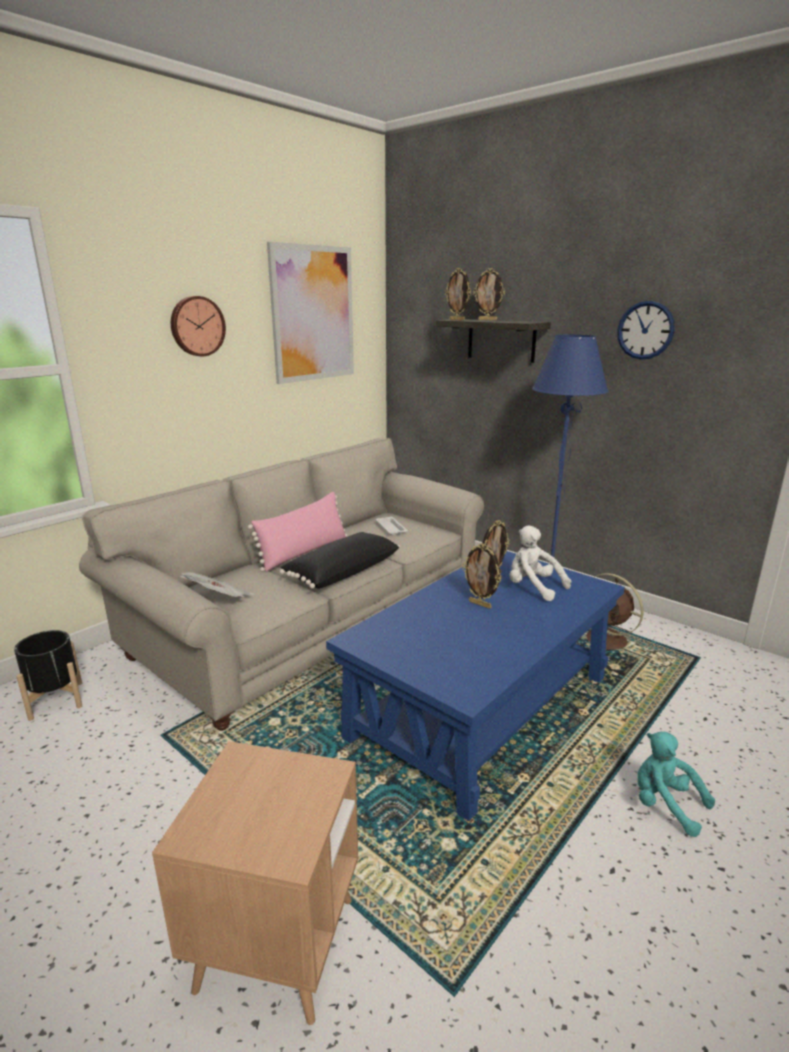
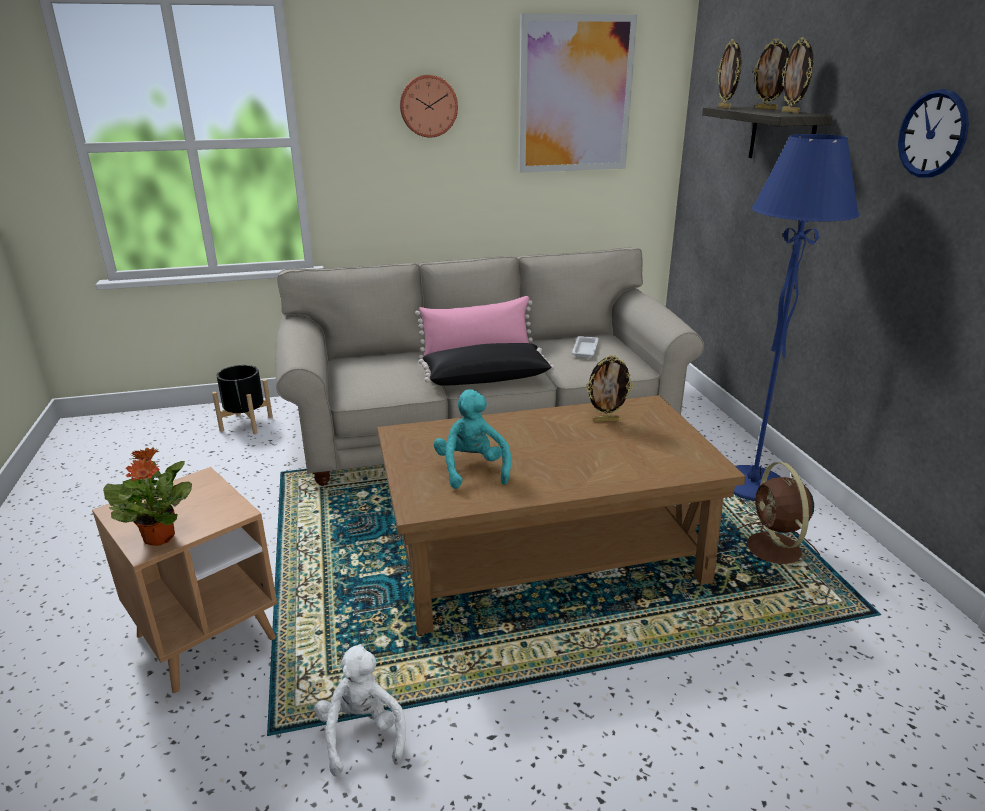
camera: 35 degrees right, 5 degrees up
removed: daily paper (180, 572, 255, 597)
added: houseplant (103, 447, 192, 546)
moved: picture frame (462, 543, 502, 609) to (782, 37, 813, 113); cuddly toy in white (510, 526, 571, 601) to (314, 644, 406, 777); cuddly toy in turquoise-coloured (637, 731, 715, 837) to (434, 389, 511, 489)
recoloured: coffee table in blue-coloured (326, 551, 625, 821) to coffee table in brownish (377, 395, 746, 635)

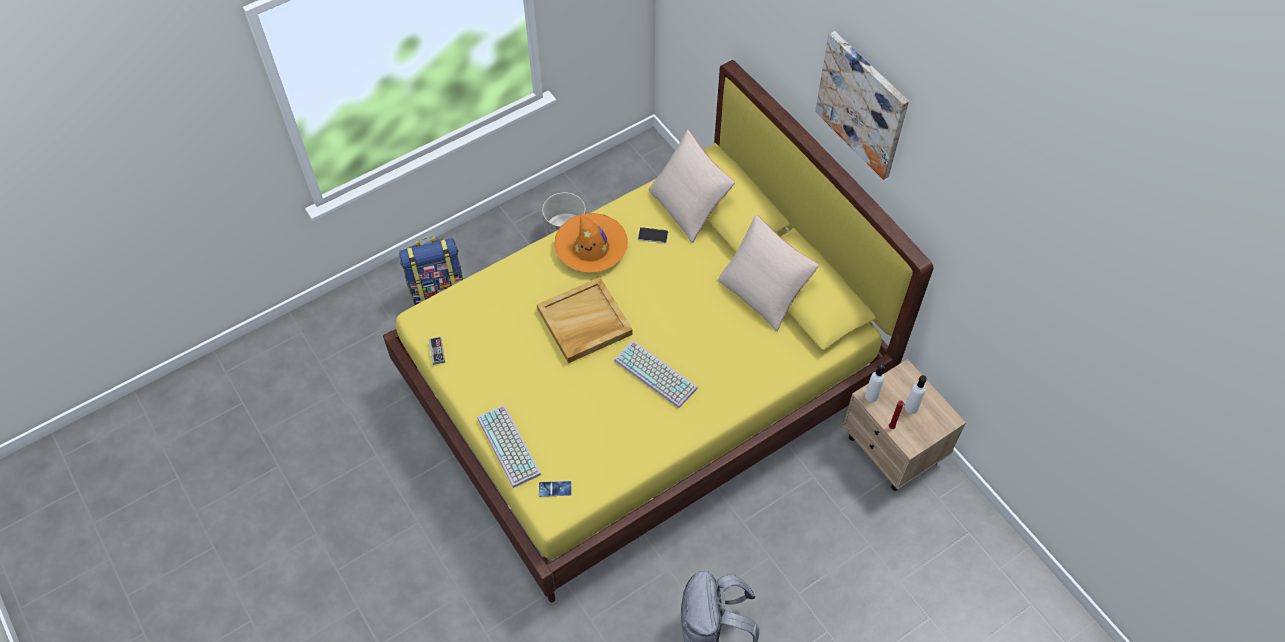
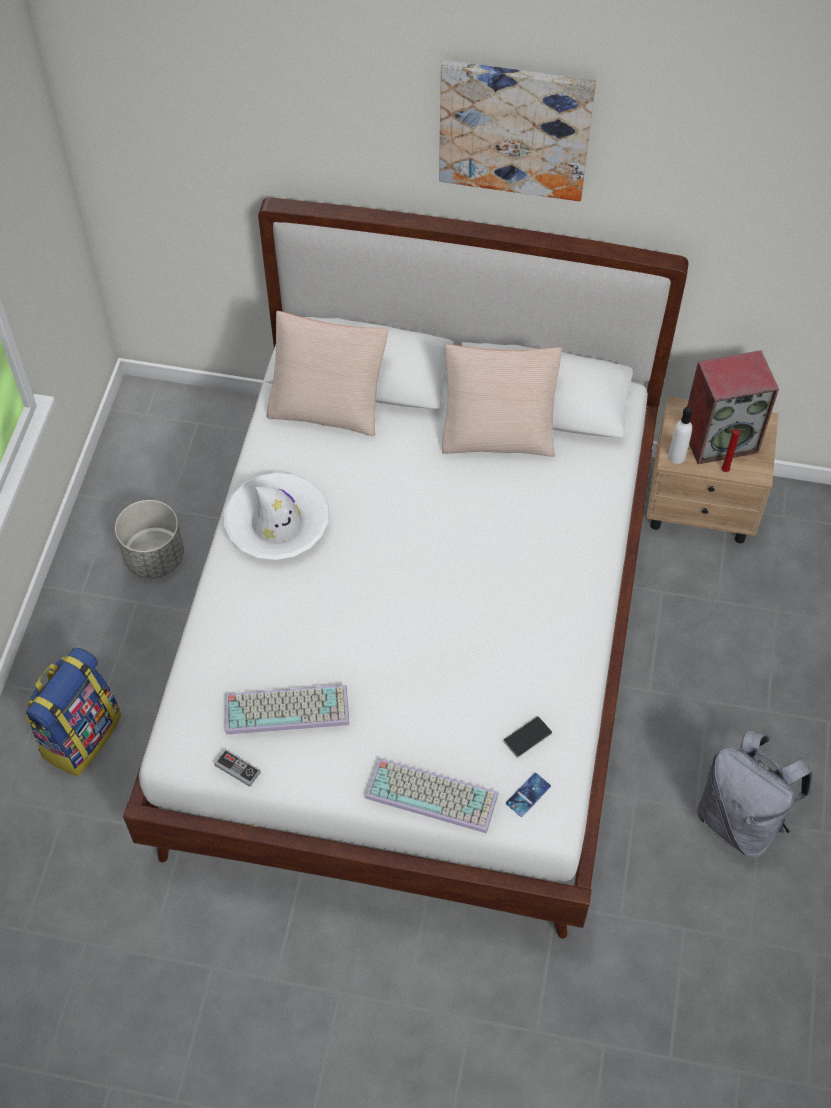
camera: 45 degrees left, 0 degrees up
removed: tray in beige-coloured (537, 277, 633, 363)
moved: PC keyboard (614, 341, 698, 408) to (225, 685, 349, 735); telephone (638, 227, 668, 243) to (503, 716, 552, 758)
replaced: drink bottle in white (905, 375, 927, 414) to audio speaker (687, 350, 779, 464)
recoloured: bedroom bed in yellow-coloured (383, 60, 934, 602) to bedroom bed in white (123, 197, 689, 939); wearable hat in orangey (554, 213, 628, 272) to wearable hat in white (224, 472, 329, 560)

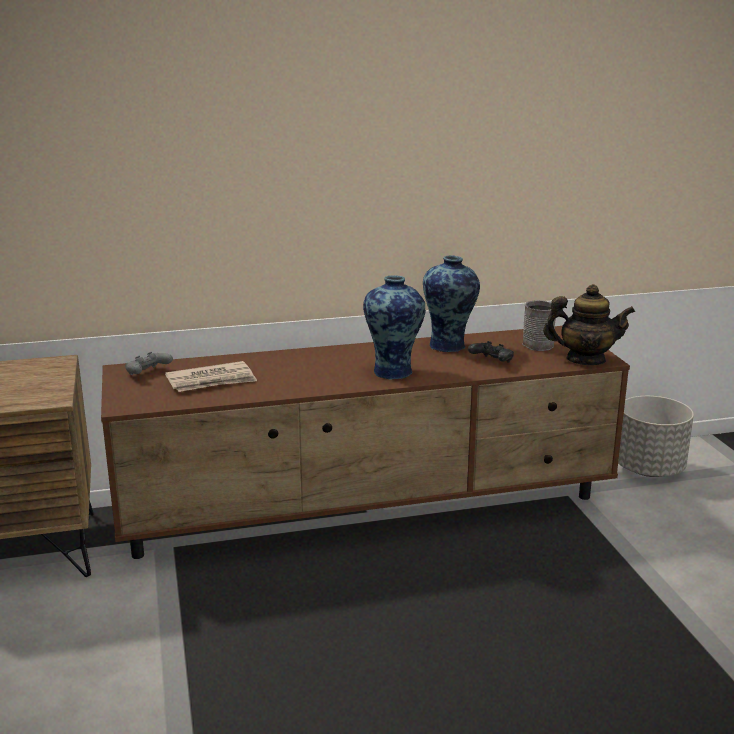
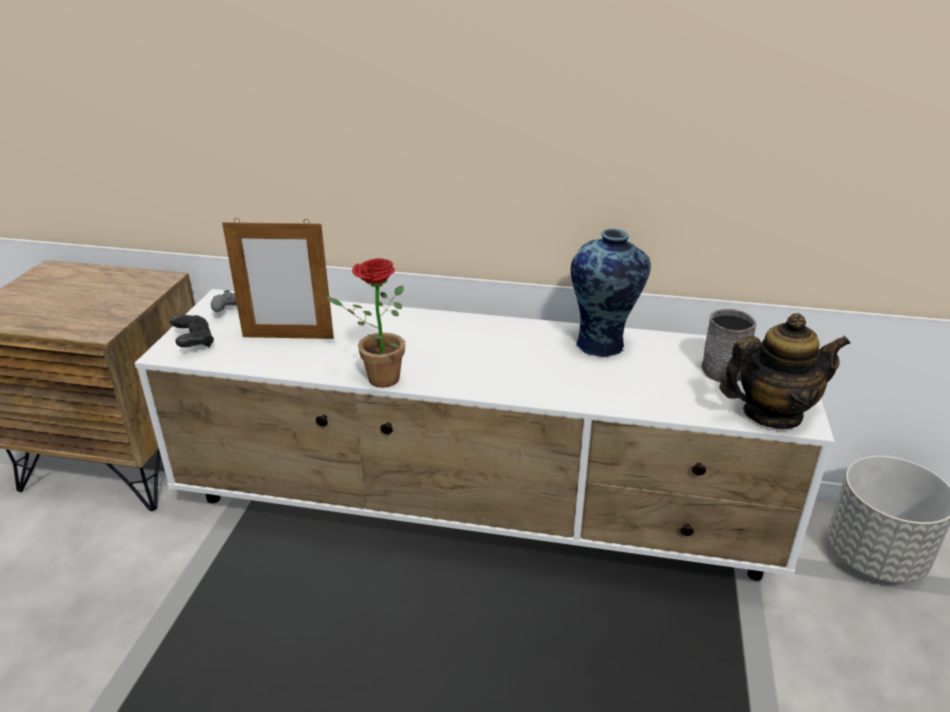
camera: 25 degrees right, 10 degrees up
removed: flower vase (363, 275, 426, 380)
added: houseplant (326, 258, 405, 388)
moved: gamepad in black-coloured (468, 341, 514, 363) to (170, 315, 214, 348)
replaced: daily paper (165, 361, 257, 392) to picture frame (222, 218, 334, 339)
recoloured: tv stand in brownish (101, 326, 630, 559) to tv stand in white (135, 289, 835, 581)
turned: teapot (543, 284, 635, 365) = (719, 313, 851, 429) 45 degrees counterclockwise

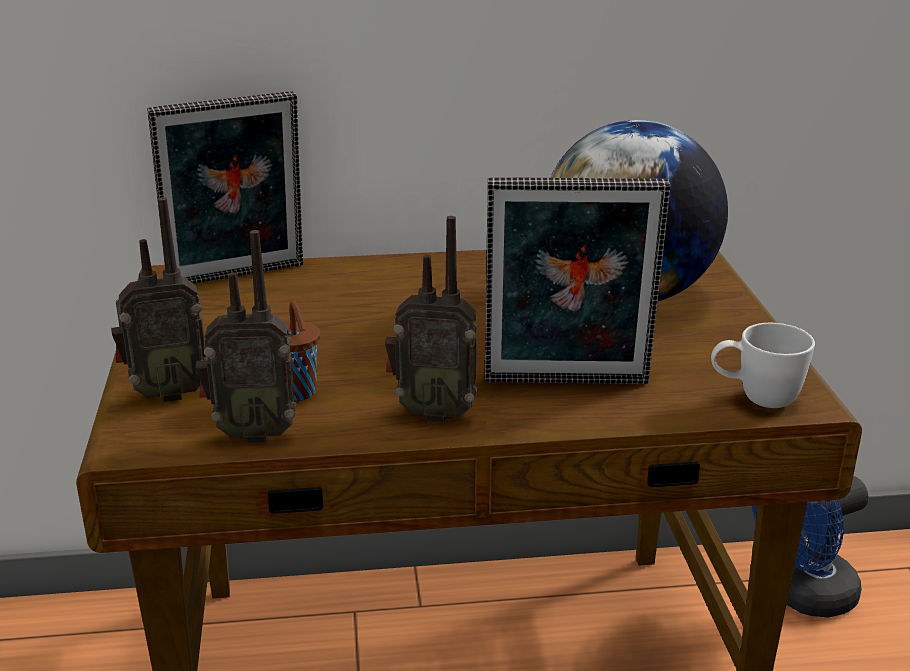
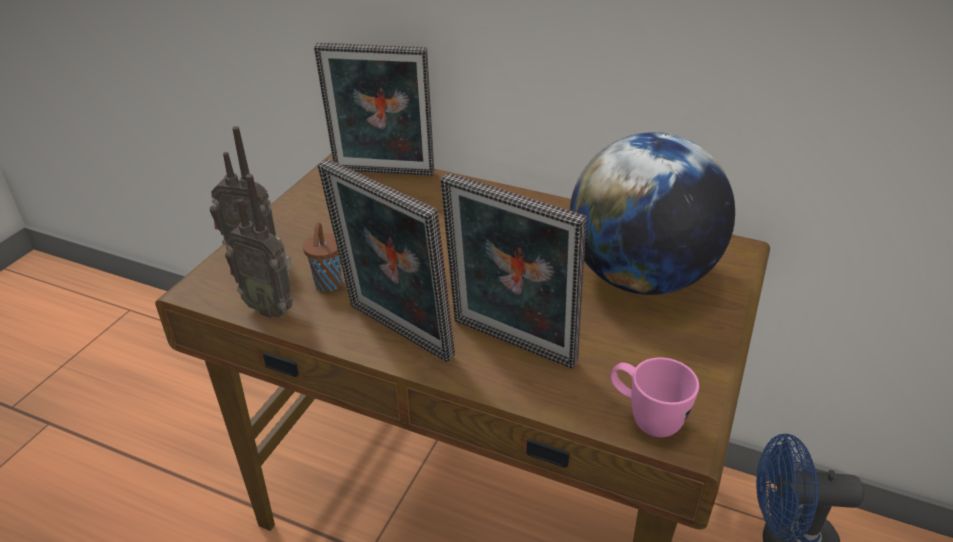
camera: 30 degrees right, 10 degrees up
replaced: radio receiver (385, 216, 478, 423) to picture frame (318, 159, 455, 362)
recoloured: mug in white (711, 323, 815, 408) to mug in pink (610, 357, 699, 437)

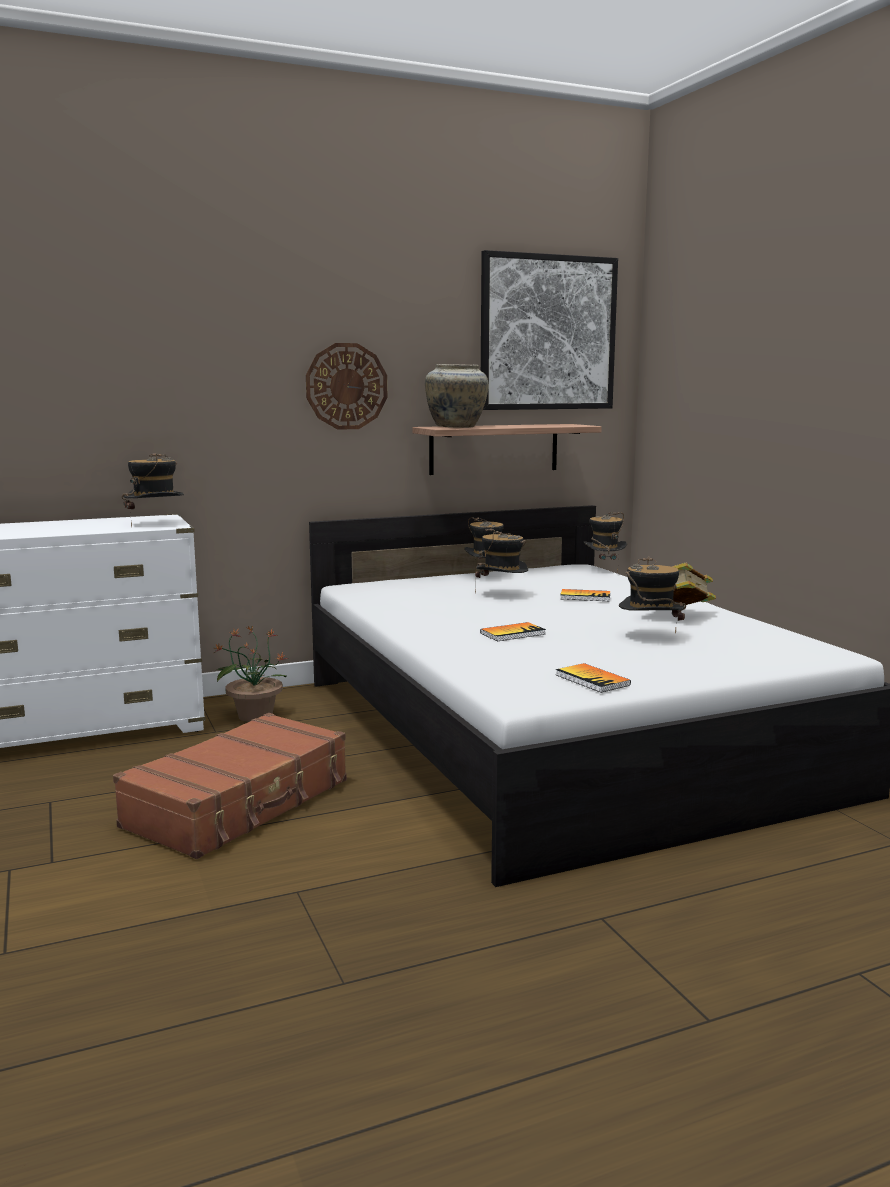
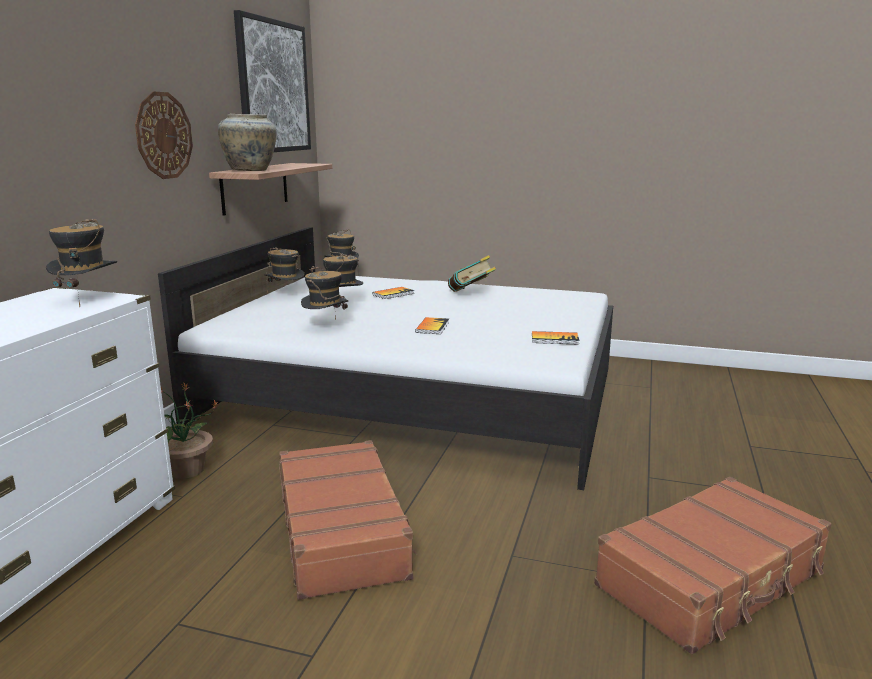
camera: 50 degrees left, 5 degrees up
added: suitcase in brownish (594, 477, 831, 654)
moved: wearable hat (619, 556, 686, 634) to (301, 266, 348, 319)

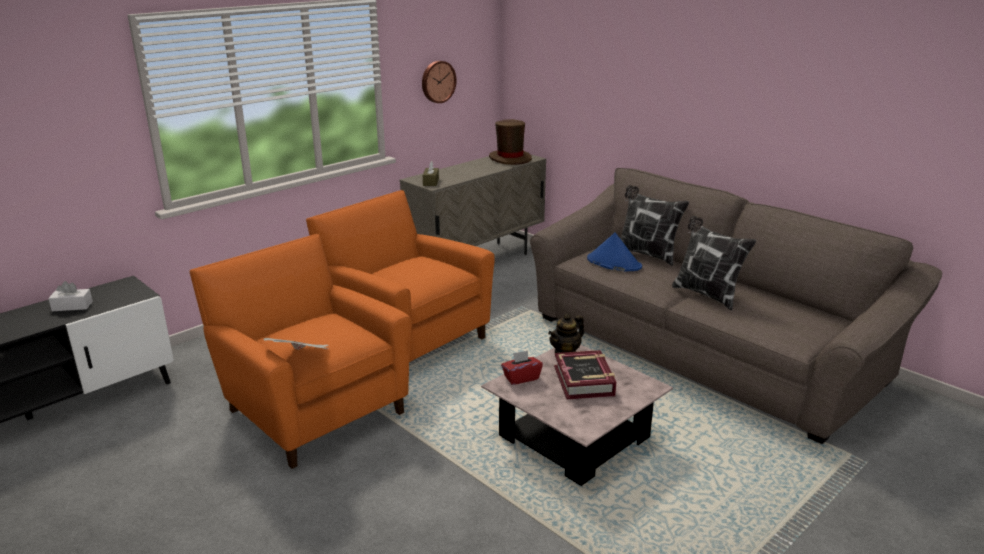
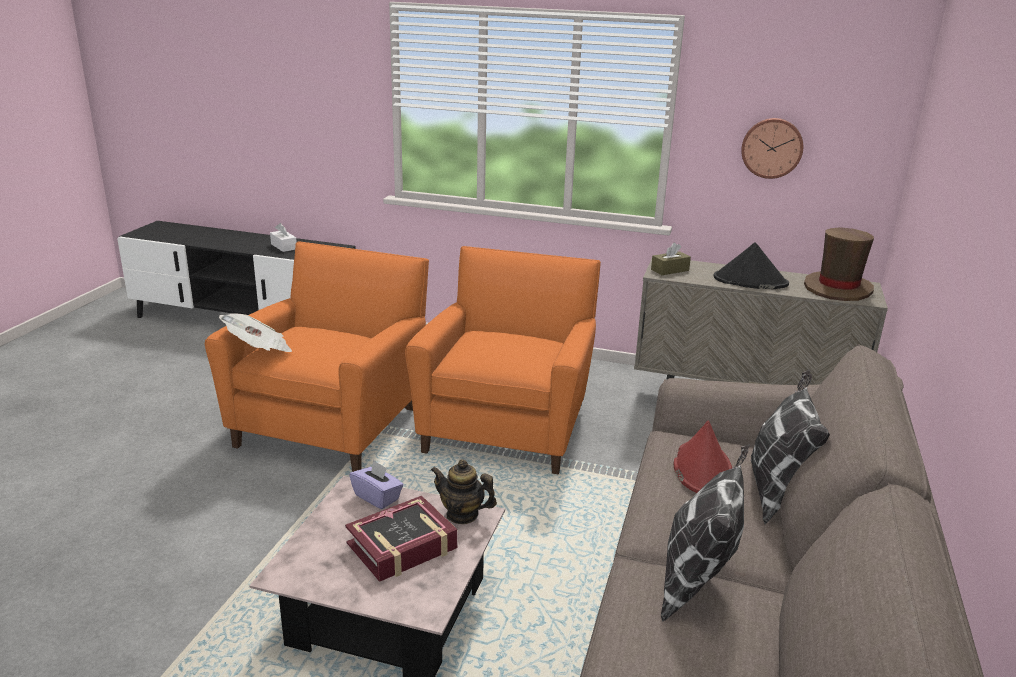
camera: 60 degrees right, 0 degrees up
added: wearable hat in black-coloured (714, 242, 789, 289)
recoloured: box of tissues in reddish (501, 350, 543, 385) to box of tissues in purple (349, 460, 403, 509); wearable hat in blue-coloured (587, 233, 642, 271) to wearable hat in reddish (674, 421, 732, 493)

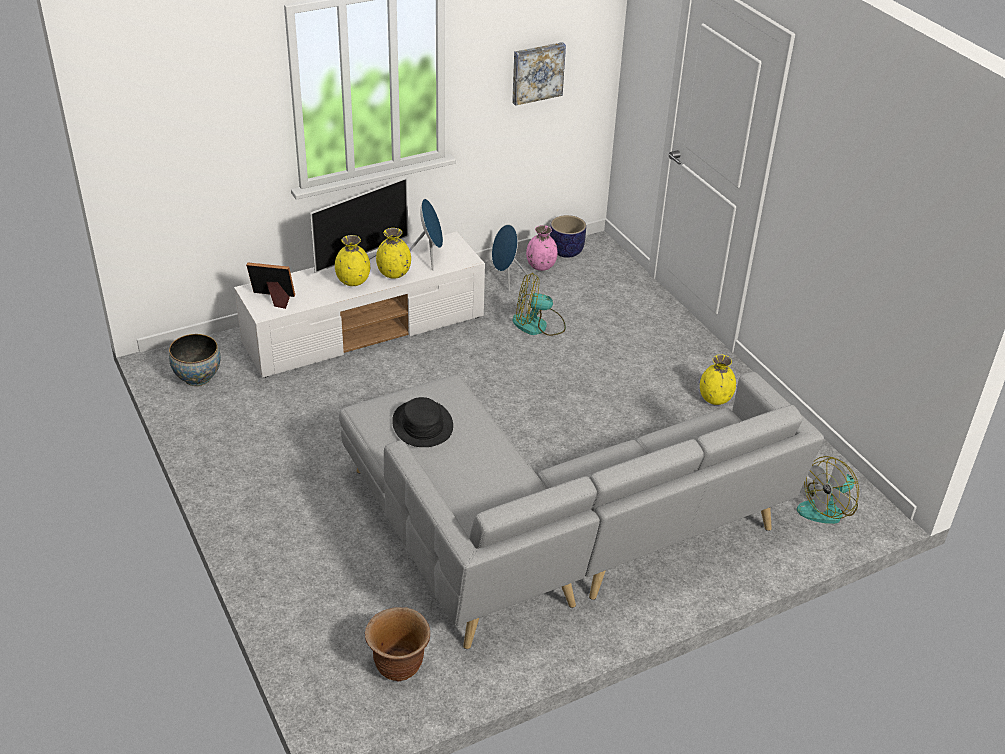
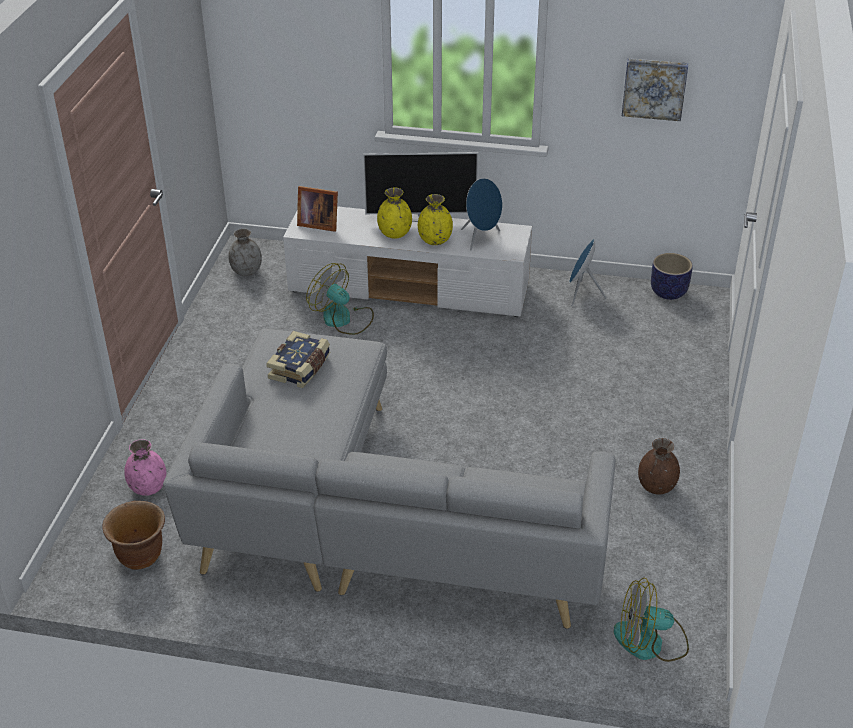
camera: 40 degrees right, 0 degrees up
moved: electric fan (512, 273, 566, 336) to (306, 263, 374, 335); flower vase in pink (526, 225, 558, 271) to (124, 439, 166, 496)
replaced: bowl (169, 334, 221, 386) to flower vase in grey (228, 228, 262, 276); wearable hat in black-coloured (392, 397, 453, 447) to bound book (266, 331, 330, 388)
recoloured: flower vase in yellow-coloured (700, 355, 736, 405) to flower vase in brownish (638, 438, 680, 495)
turned: picture frame (246, 262, 295, 309) = (297, 186, 338, 232) 150 degrees clockwise

